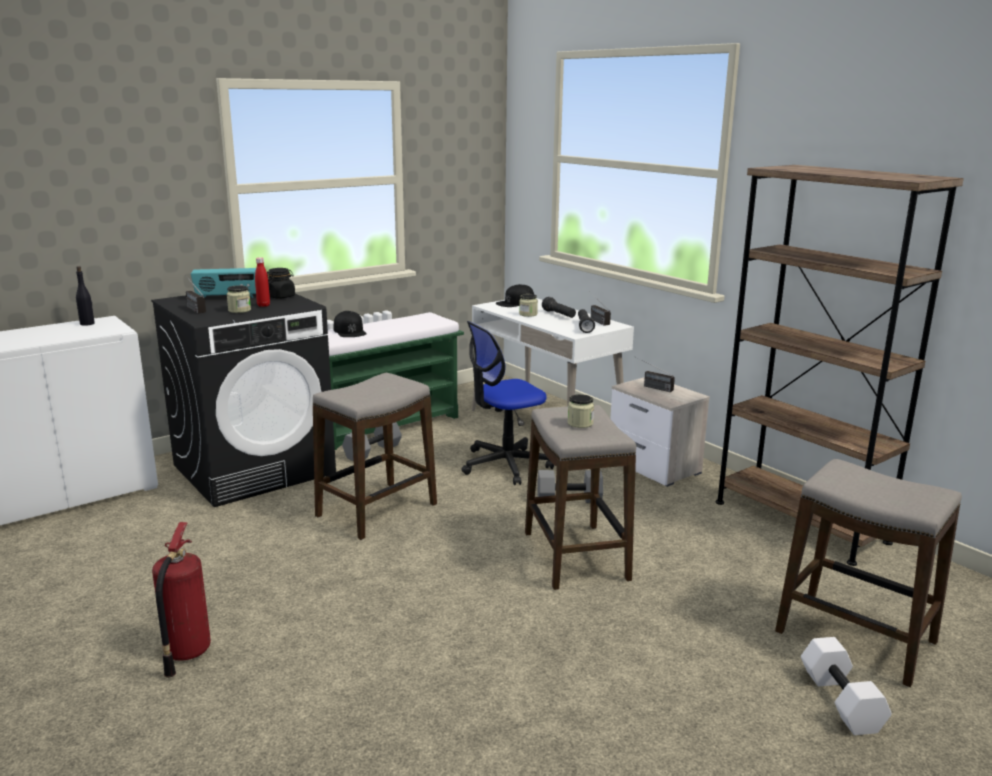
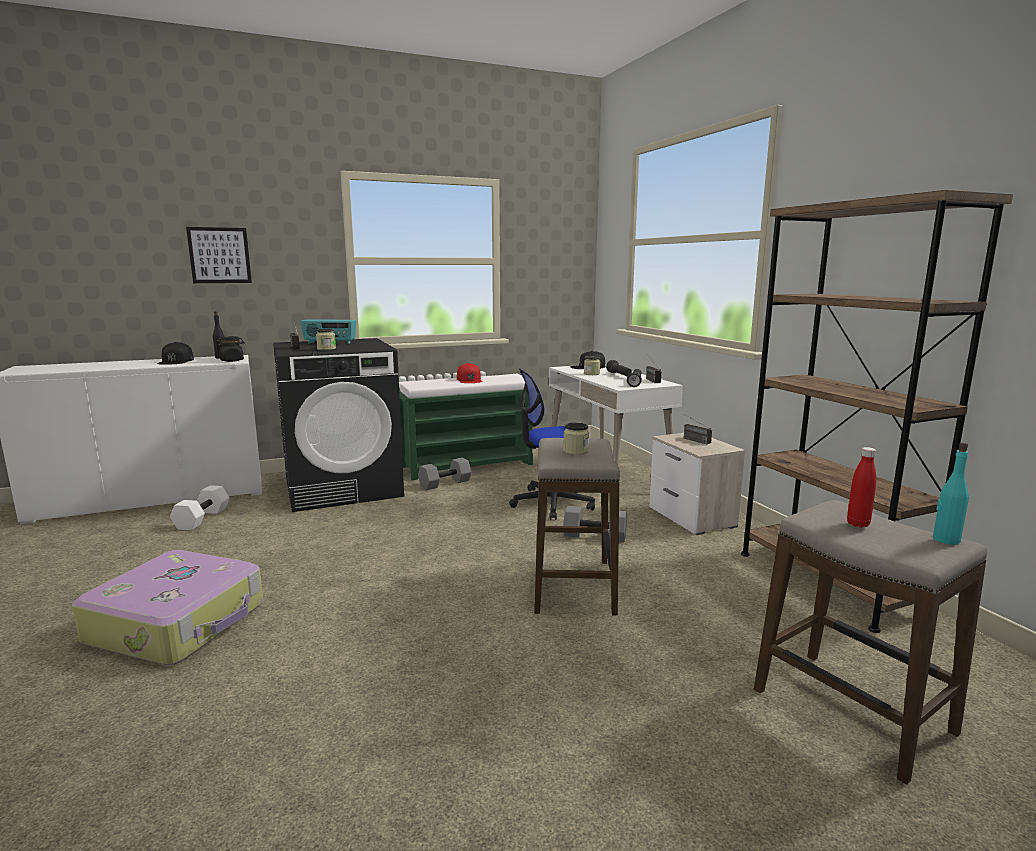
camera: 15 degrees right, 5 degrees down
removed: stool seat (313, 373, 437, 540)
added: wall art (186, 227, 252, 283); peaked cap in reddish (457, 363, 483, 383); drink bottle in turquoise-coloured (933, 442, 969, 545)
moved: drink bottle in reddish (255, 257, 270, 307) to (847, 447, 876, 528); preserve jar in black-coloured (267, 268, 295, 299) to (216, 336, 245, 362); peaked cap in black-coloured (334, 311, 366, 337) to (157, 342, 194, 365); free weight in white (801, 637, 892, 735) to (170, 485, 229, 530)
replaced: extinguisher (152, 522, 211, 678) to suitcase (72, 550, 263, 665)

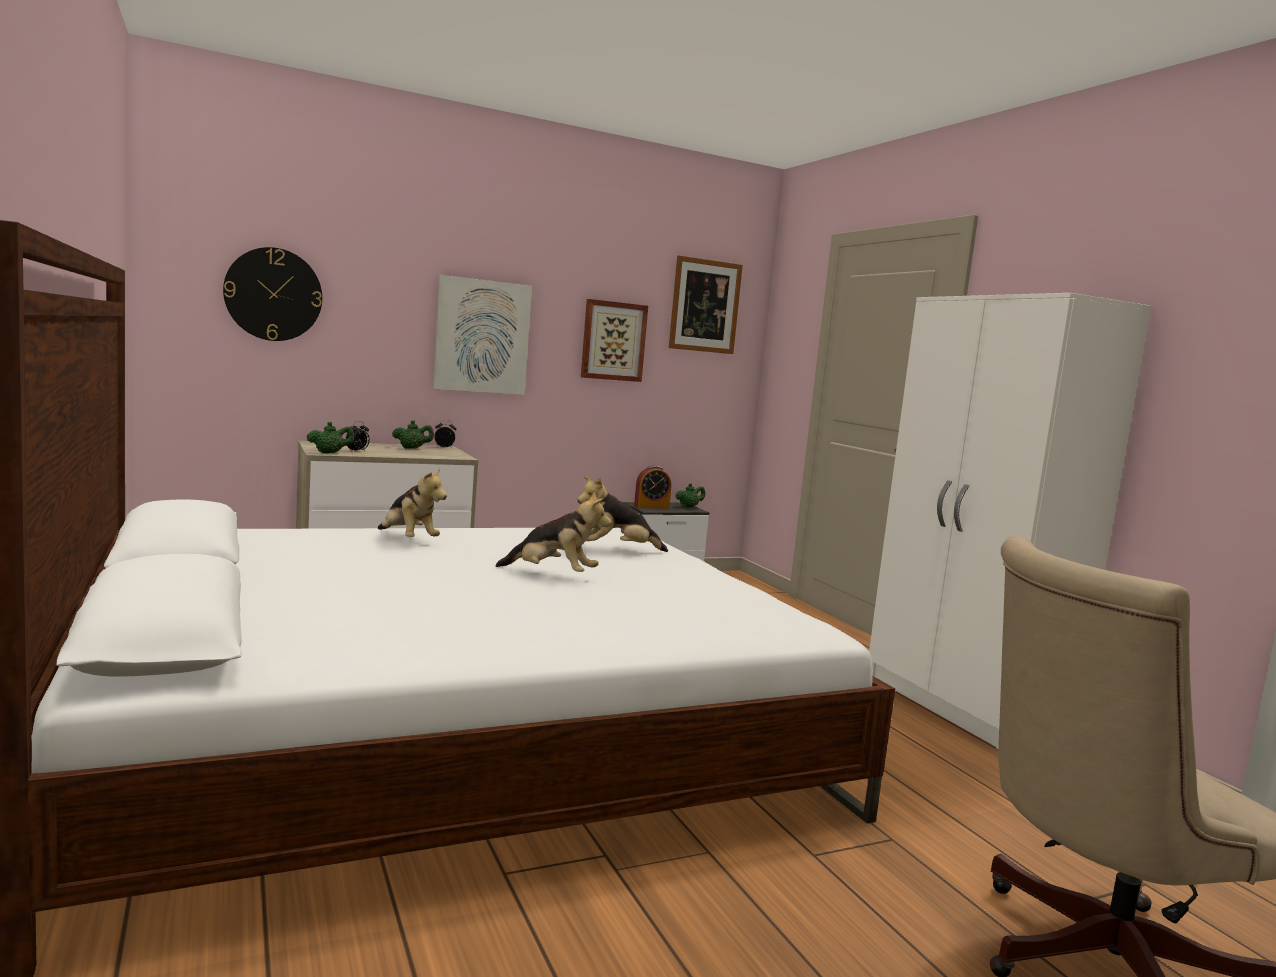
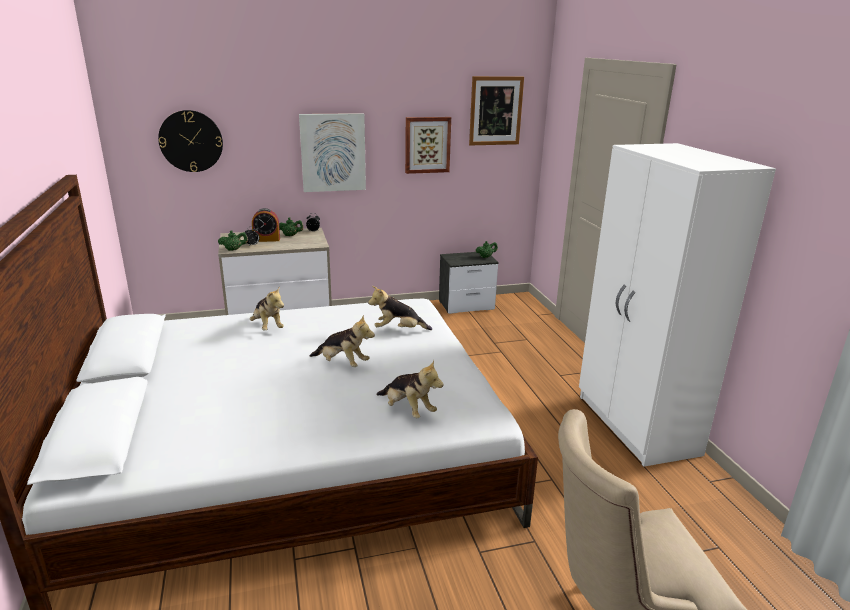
camera: 10 degrees right, 15 degrees up
added: cuddly toy (376, 360, 443, 418)
moved: table clock (634, 465, 672, 509) to (252, 208, 280, 242)

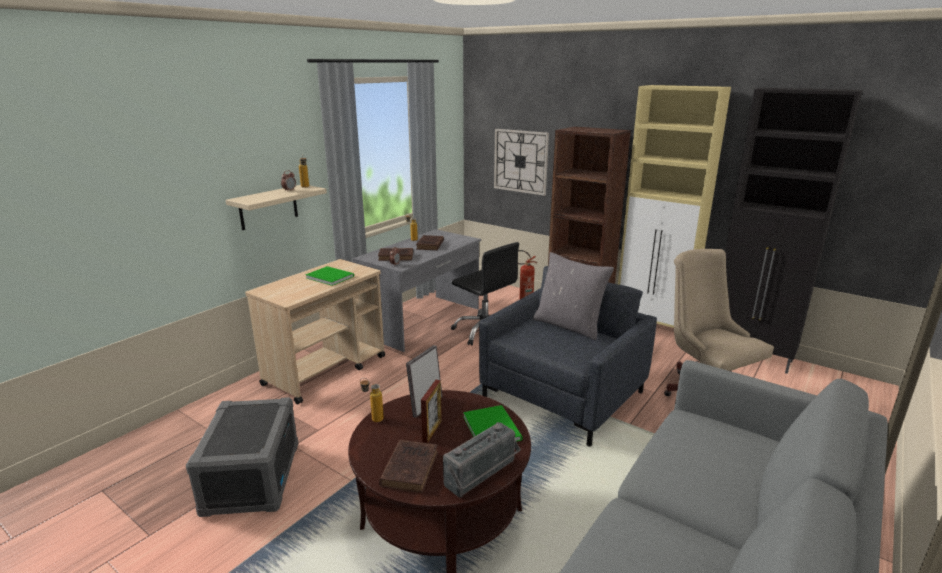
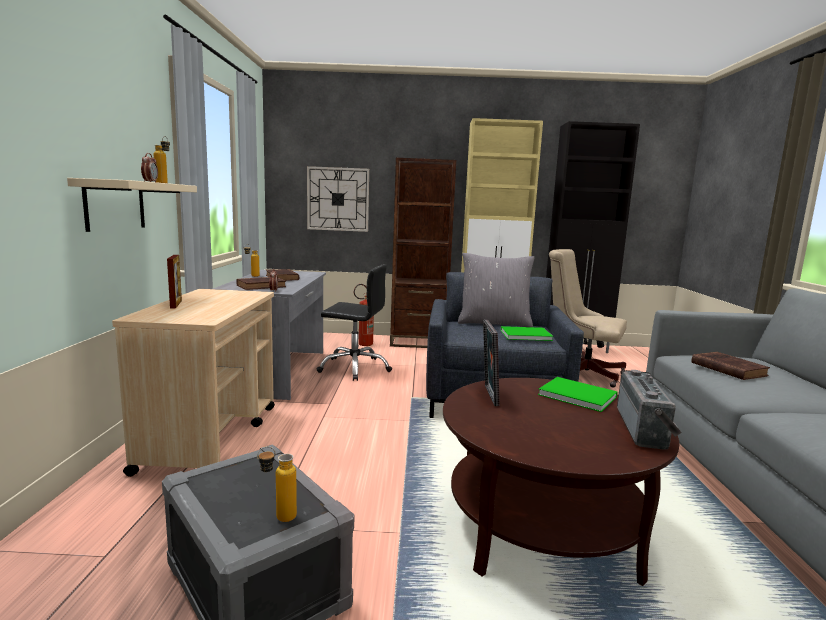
camera: 35 degrees left, 10 degrees down
moved: bound book in green (305, 266, 354, 286) to (501, 326, 553, 341); drink bottle (360, 378, 384, 422) to (257, 446, 297, 522); bound book in brownish (379, 440, 438, 493) to (692, 352, 770, 380); picture frame (421, 380, 442, 443) to (167, 255, 182, 308)

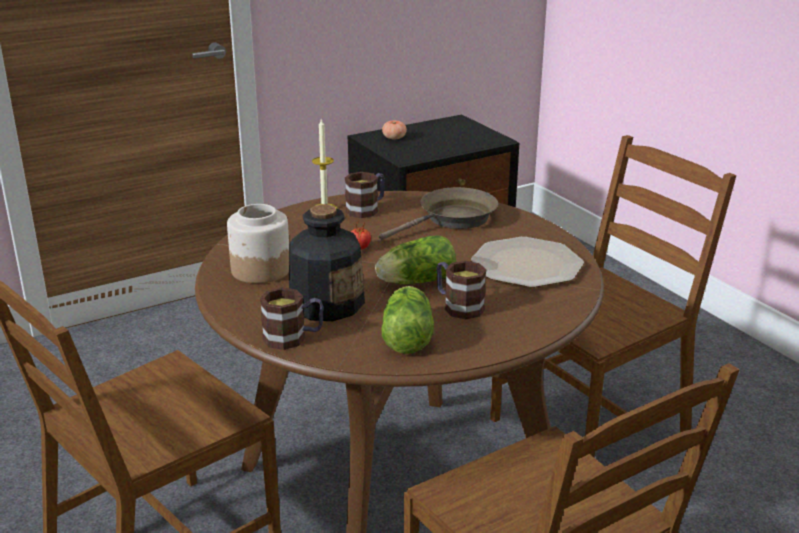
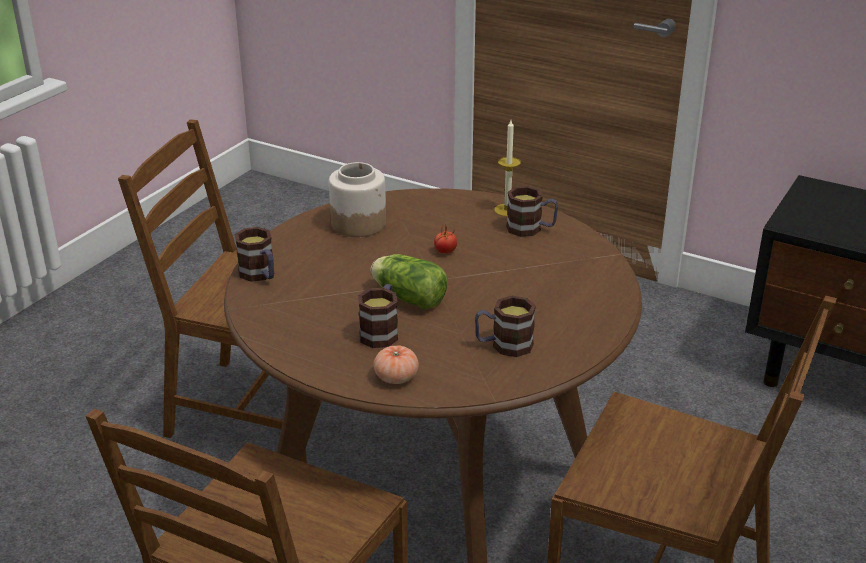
camera: 60 degrees right, 5 degrees up
removed: drink bottle (289, 204, 365, 321); frying pan in brownish (378, 187, 498, 240); lettuce head (381, 286, 434, 354)
moved: tomato (382, 120, 407, 140) to (374, 345, 419, 384)
replaced: flat dish (471, 237, 584, 288) to mug (475, 296, 536, 357)

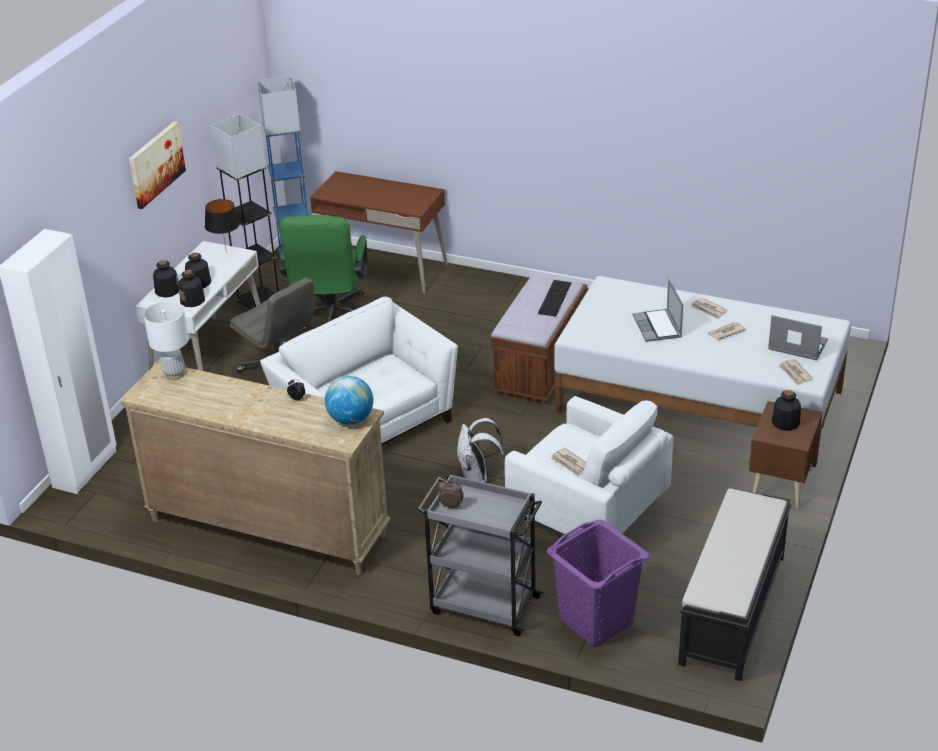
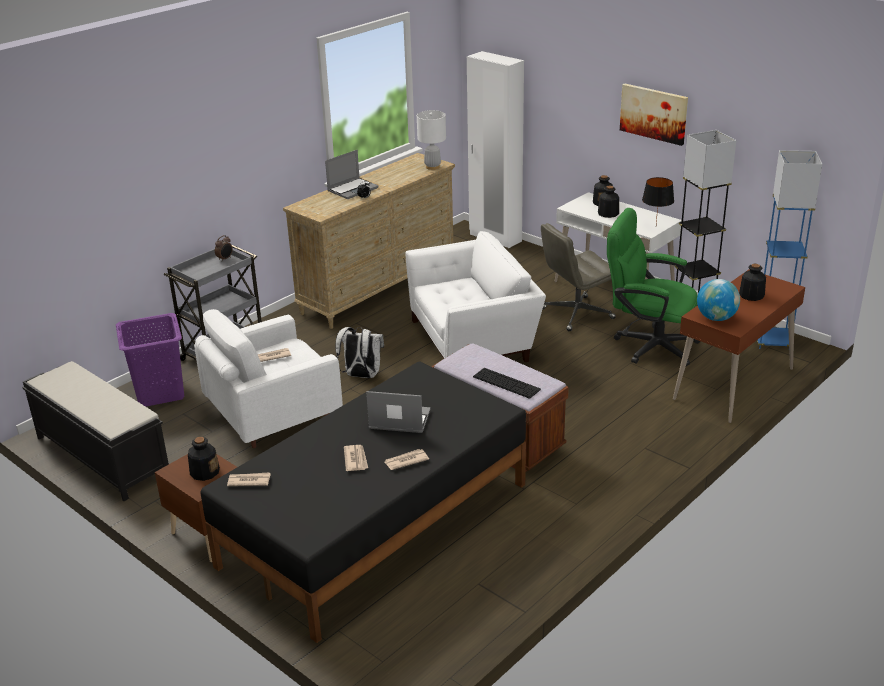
camera: 110 degrees right, 5 degrees down
moved: drink bottle (178, 270, 205, 307) to (739, 264, 766, 301); globe (325, 376, 373, 425) to (697, 279, 740, 321); notebook computer (768, 315, 828, 360) to (325, 150, 379, 199)
recoloured: bedroom bed in white (555, 276, 851, 468) to bedroom bed in black-coloured (200, 361, 526, 643)

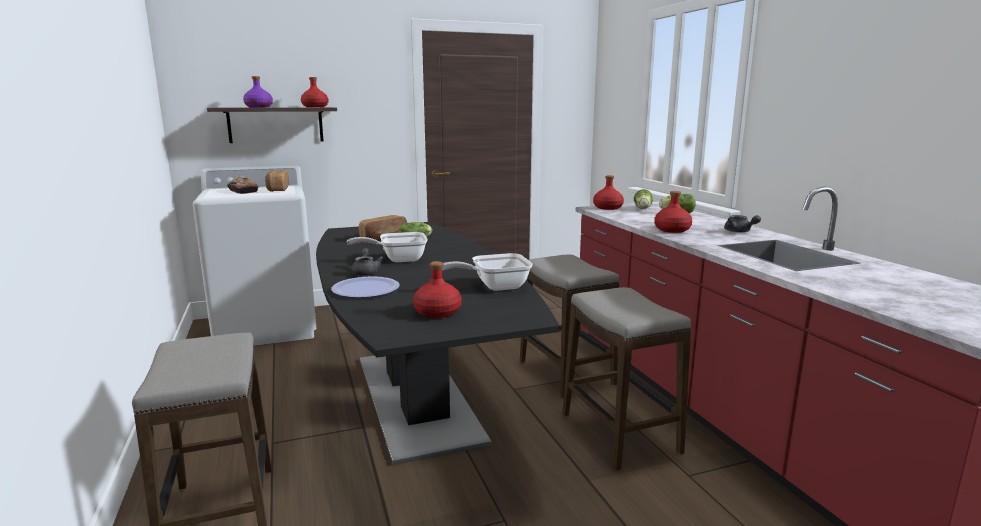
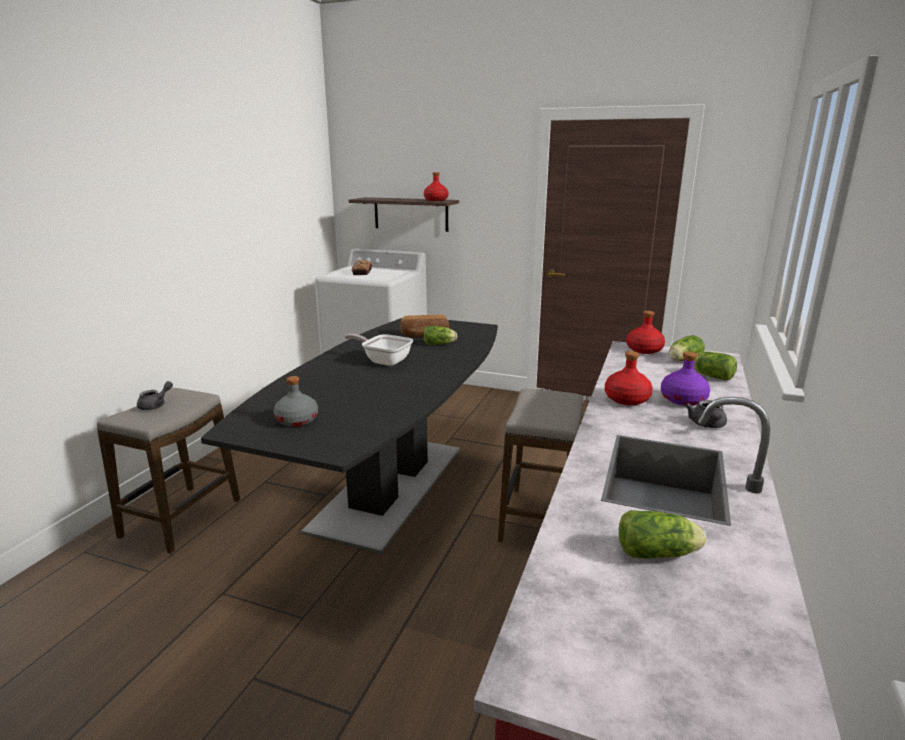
camera: 40 degrees right, 5 degrees up
removed: bakery bread (265, 170, 289, 192); flat dish (331, 276, 400, 298); frying pan (442, 253, 533, 291); stool seat (562, 287, 691, 470)
added: lettuce head (619, 510, 706, 559)
moved: drink bottle in purple (243, 76, 273, 107) to (661, 351, 710, 406); teapot in grey (351, 248, 383, 276) to (137, 381, 173, 410)
recoloured: drink bottle in reddish (413, 261, 462, 318) to drink bottle in grey (274, 376, 318, 427)

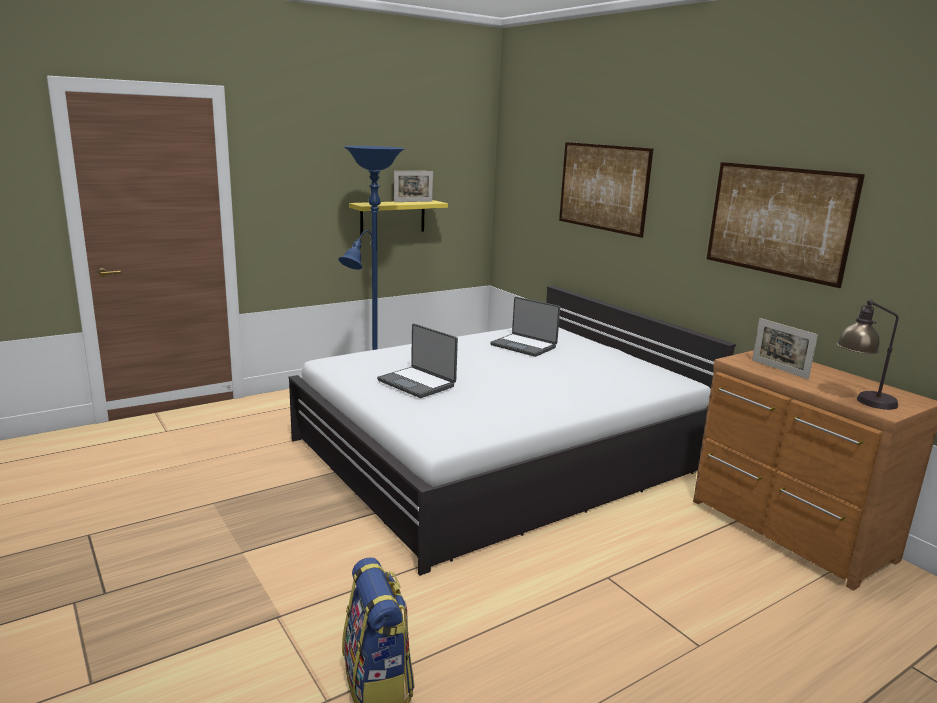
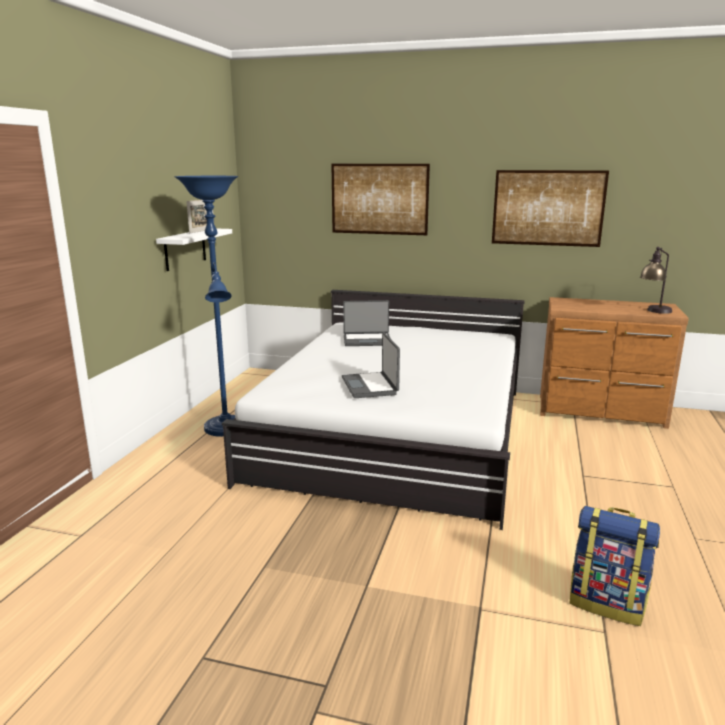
camera: 40 degrees left, 0 degrees up
removed: picture frame (752, 318, 818, 379)
recoloured: shelf in yellow-coloured (349, 200, 448, 235) to shelf in white (156, 228, 232, 271)
turned: notebook computer (377, 324, 458, 398) = (342, 333, 400, 398) 75 degrees clockwise

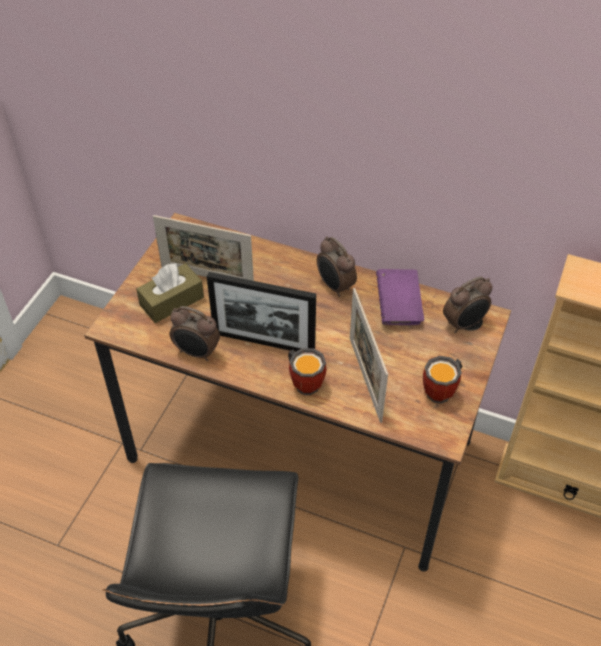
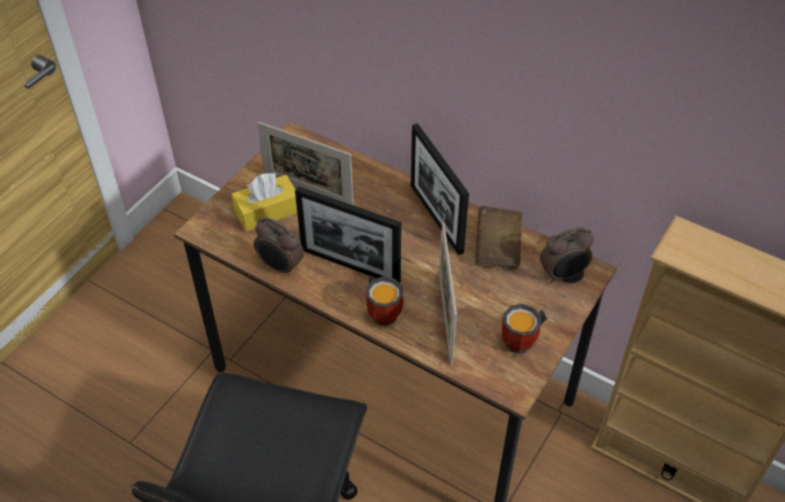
camera: 10 degrees right, 0 degrees up
replaced: table clock (317, 236, 357, 297) to picture frame (411, 123, 469, 255)
recoloured: box of tissues in brownish (136, 263, 204, 323) to box of tissues in yellow-coloured (231, 173, 297, 231); bound book in purple (376, 269, 424, 325) to bound book in brownish (475, 206, 522, 269)

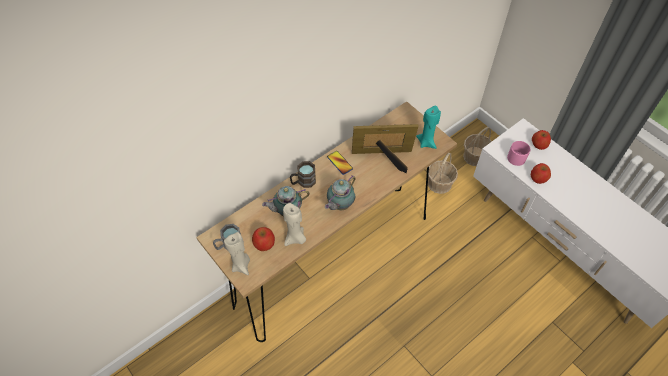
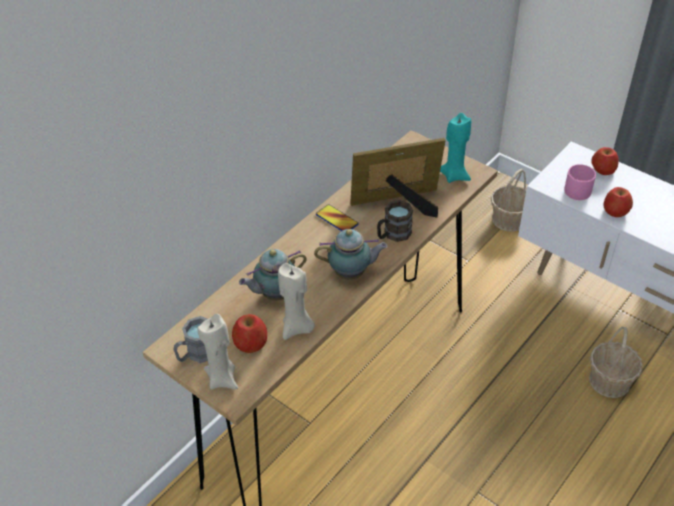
camera: 10 degrees left, 10 degrees down
moved: mug in brownish (290, 161, 316, 188) to (377, 200, 413, 242); basket (428, 152, 458, 194) to (589, 327, 643, 398)
turned: teapot (325, 176, 355, 210) = (314, 229, 388, 280) 120 degrees counterclockwise

